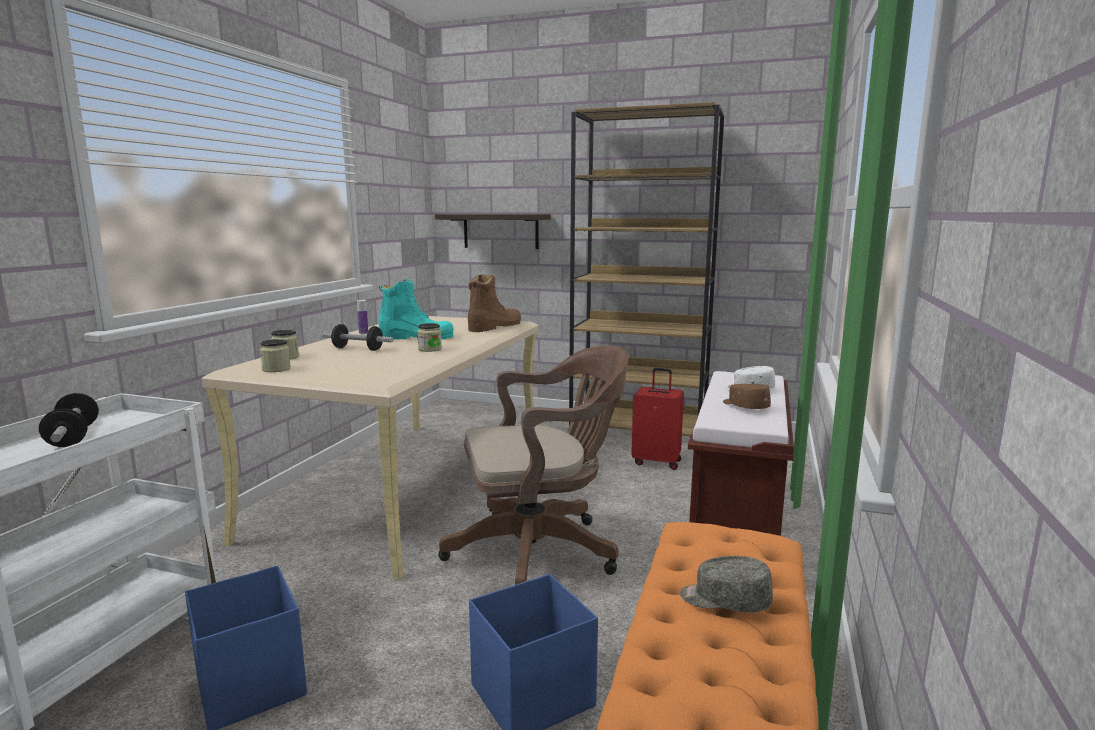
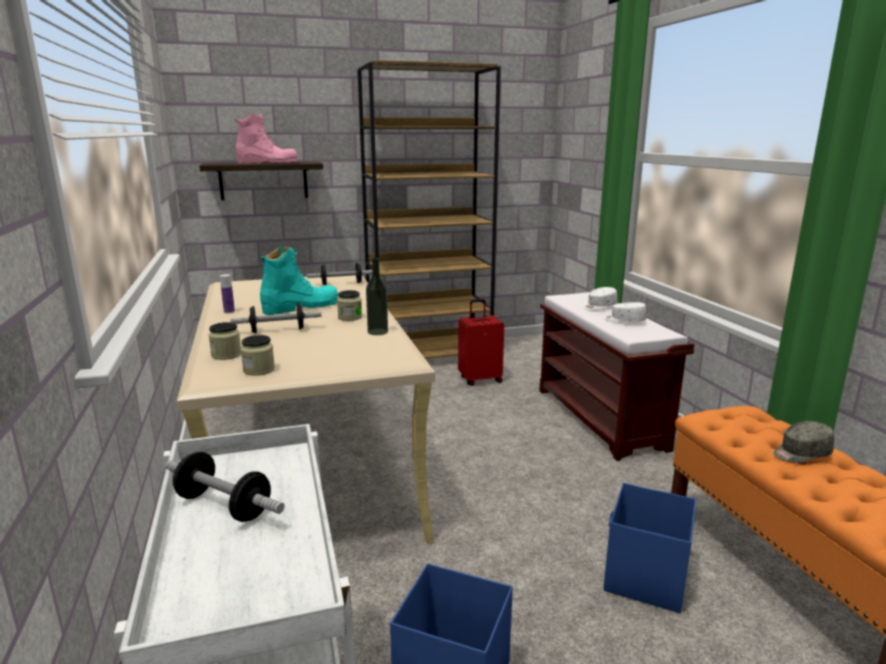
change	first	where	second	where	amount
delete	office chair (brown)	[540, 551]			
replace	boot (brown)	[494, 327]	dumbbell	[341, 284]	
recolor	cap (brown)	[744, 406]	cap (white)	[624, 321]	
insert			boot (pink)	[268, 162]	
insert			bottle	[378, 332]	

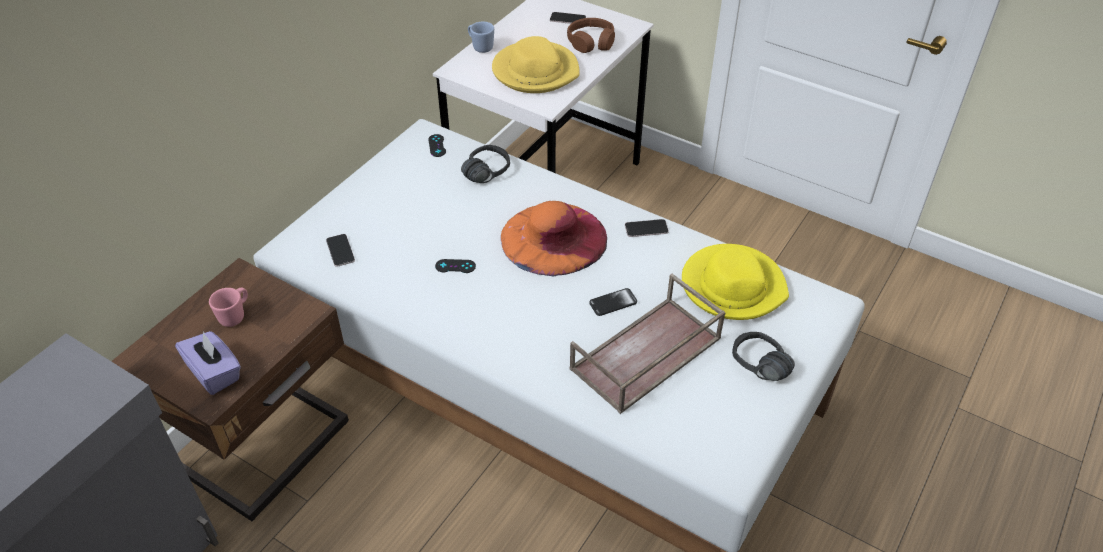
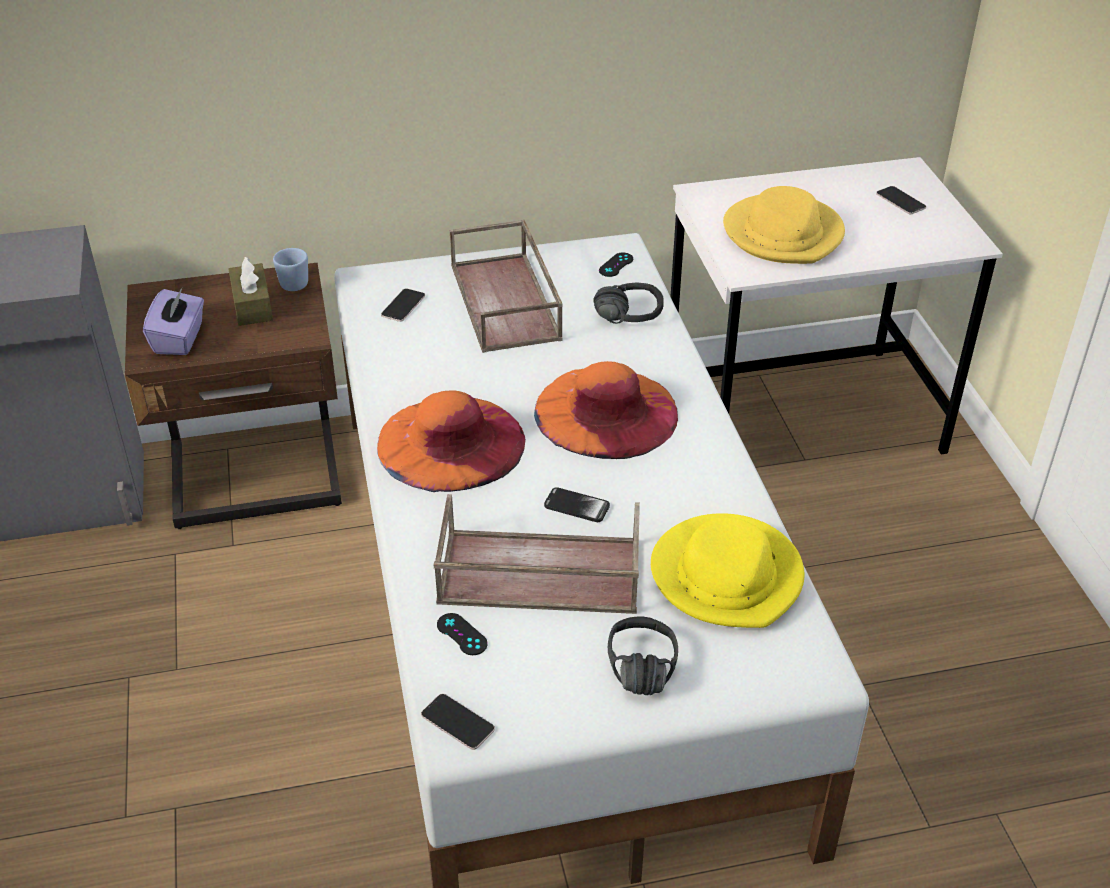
change	first	where	second	where	amount
replace	mug (pink)	[235, 315]	tissue box (brown)	[252, 305]	
move	game controller (black)	[455, 266]		[462, 634]	
move	mug (blue)	[480, 47]		[295, 282]	
delete	headphones (brown)	[591, 42]			
move	phone	[646, 229]		[457, 722]	
insert			hat (orange)	[451, 442]	
insert			tray (brown)	[507, 302]	

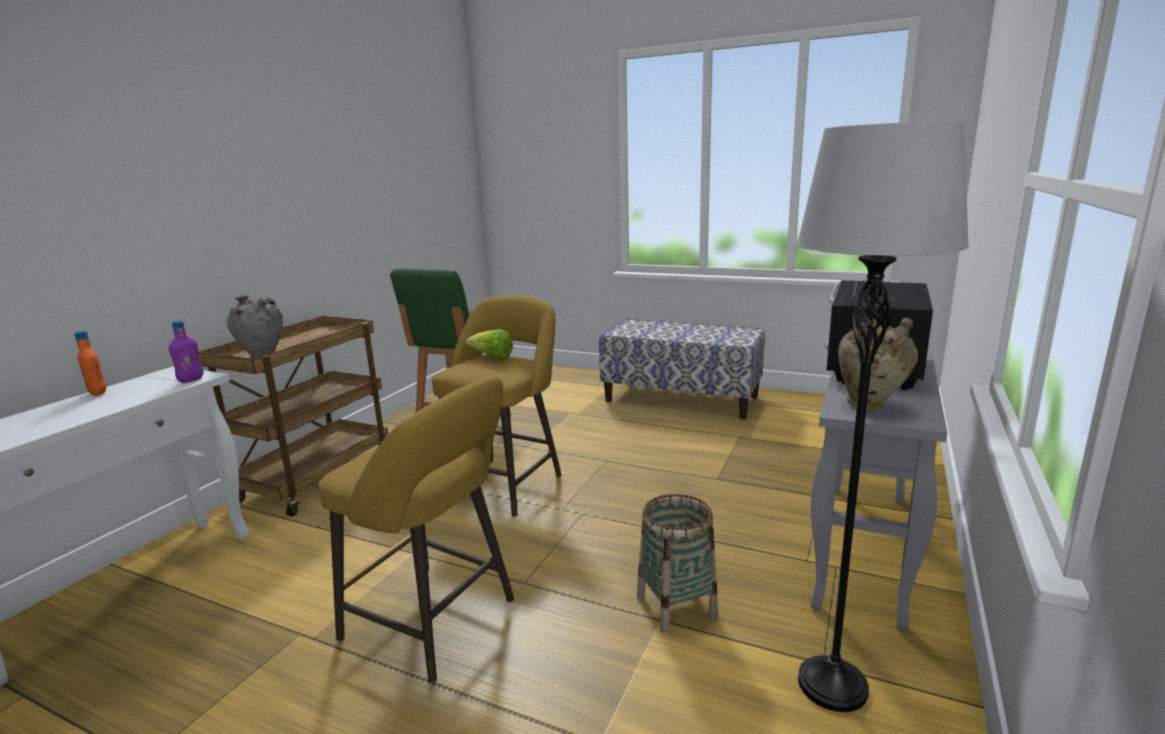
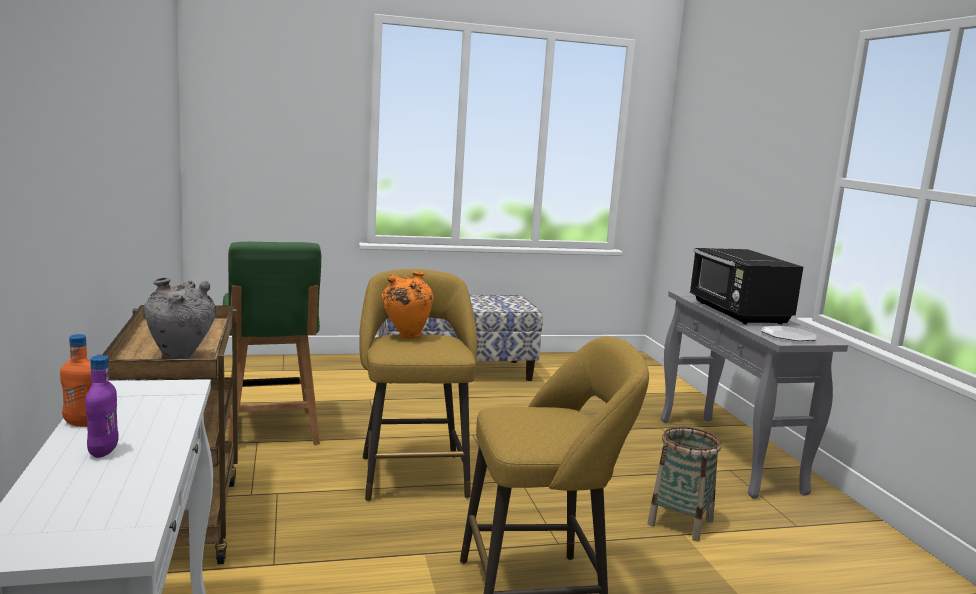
change	first	where	second	where	amount
move	bottle (purple)	[191, 380]		[103, 451]	
replace	lettuce	[492, 357]	vase (orange)	[406, 336]	
delete	floor lamp (grey)	[832, 685]			
replace	vase (beige)	[870, 406]	plate	[788, 335]	

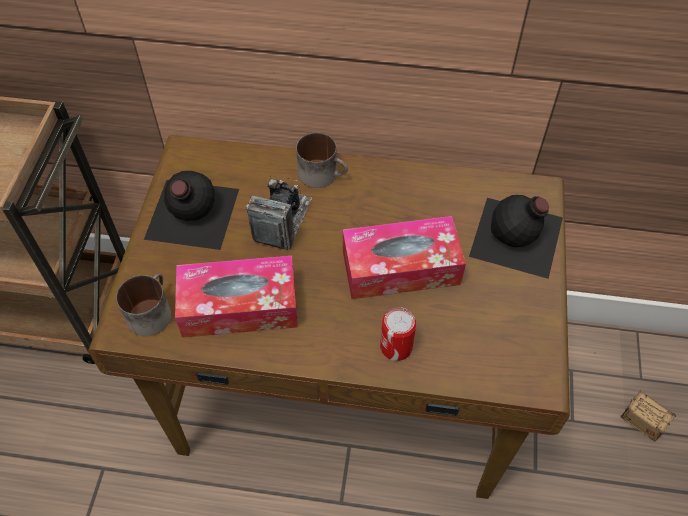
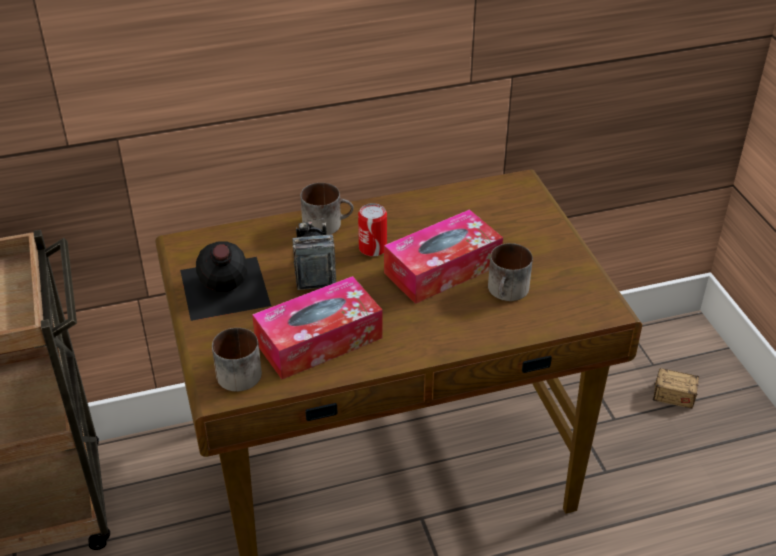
change	first	where	second	where	amount
move	can	[396, 347]		[373, 248]	
delete	bottle (black)	[517, 238]			
insert			mug	[508, 292]	

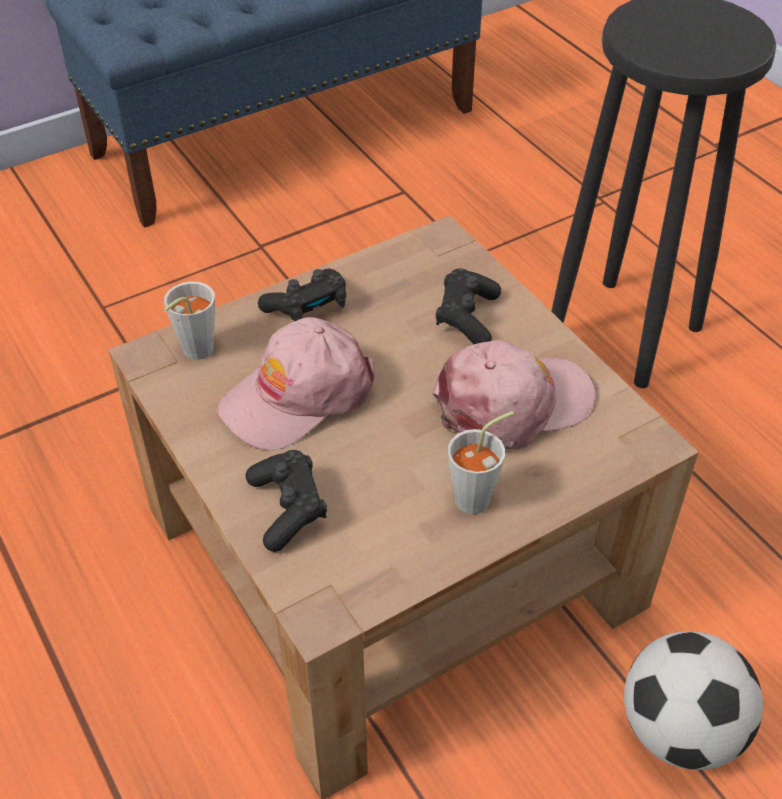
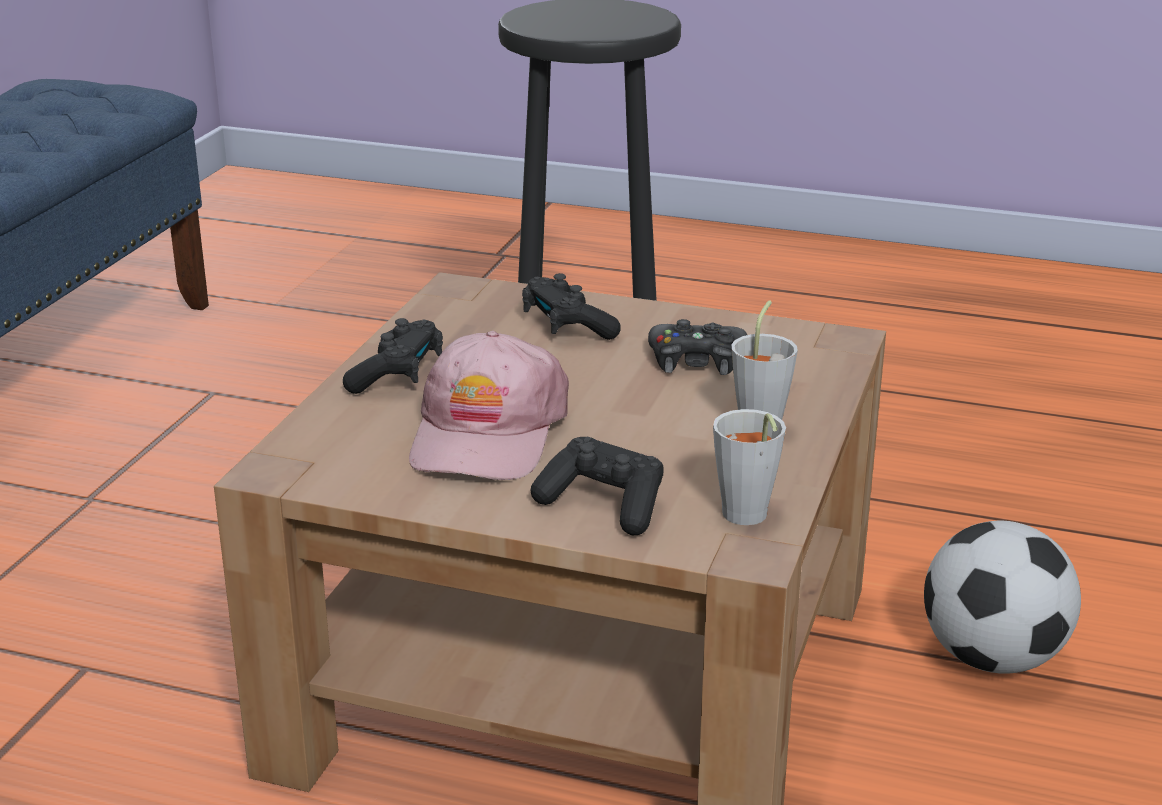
change	first	where	second	where	amount
move	cup (grey)	[193, 353]		[746, 519]	
replace	cap (pink)	[513, 404]	game controller (black)	[697, 361]	

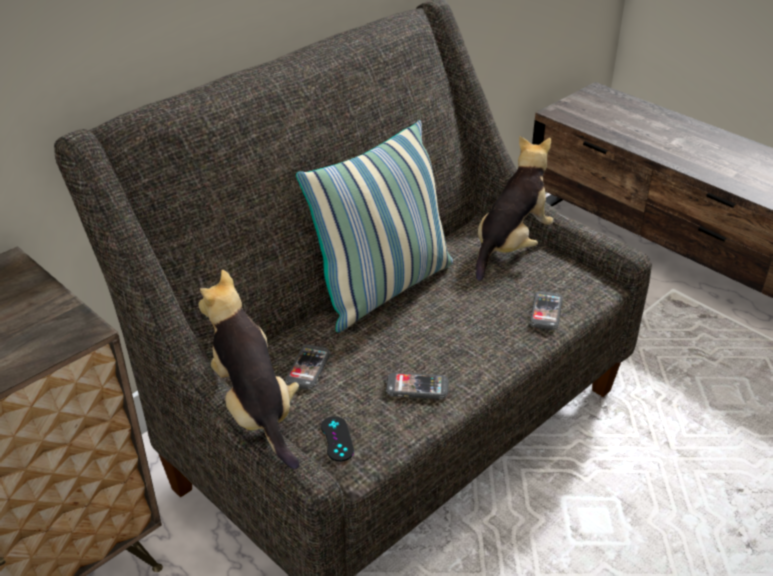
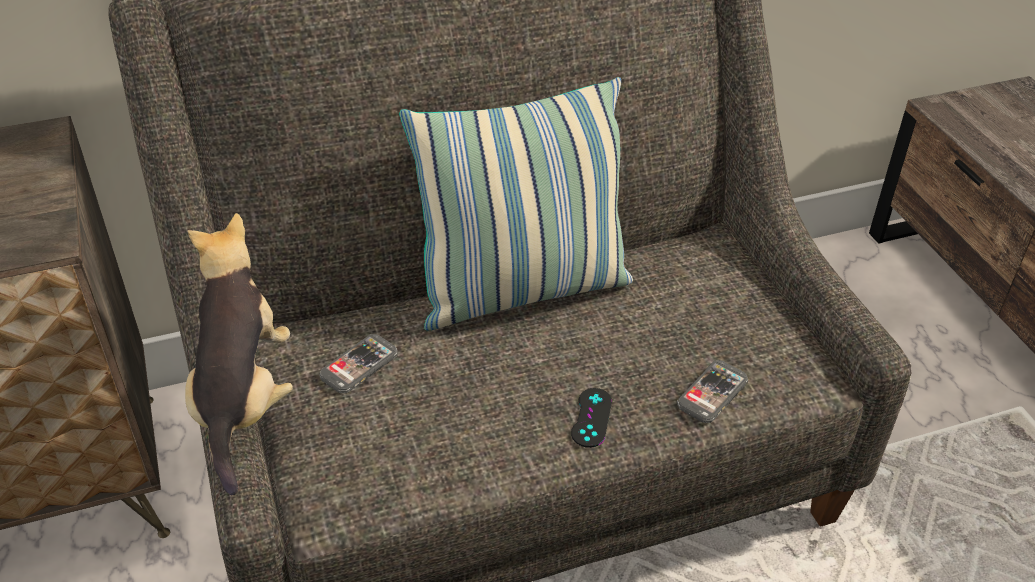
change	first	where	second	where	amount
move	game controller (black)	[337, 439]		[591, 418]	
delete	phone	[417, 387]			
delete	plush toy	[511, 245]			

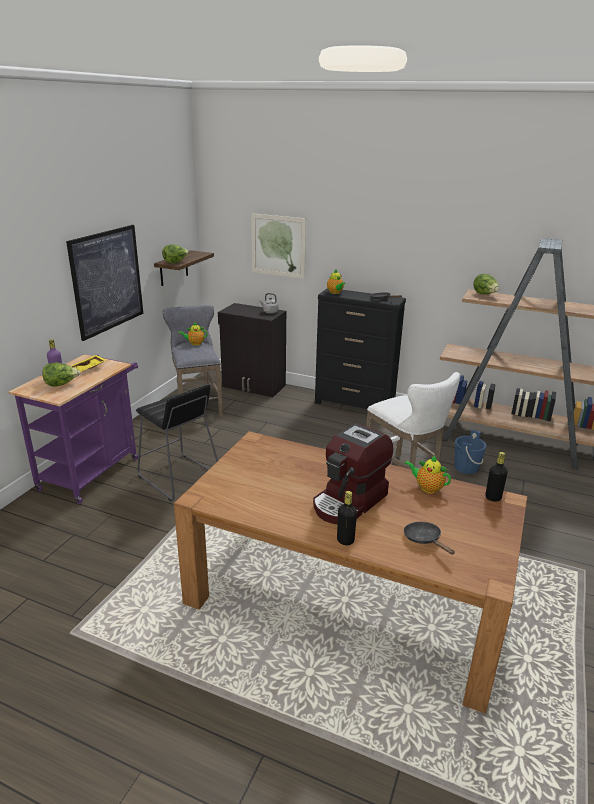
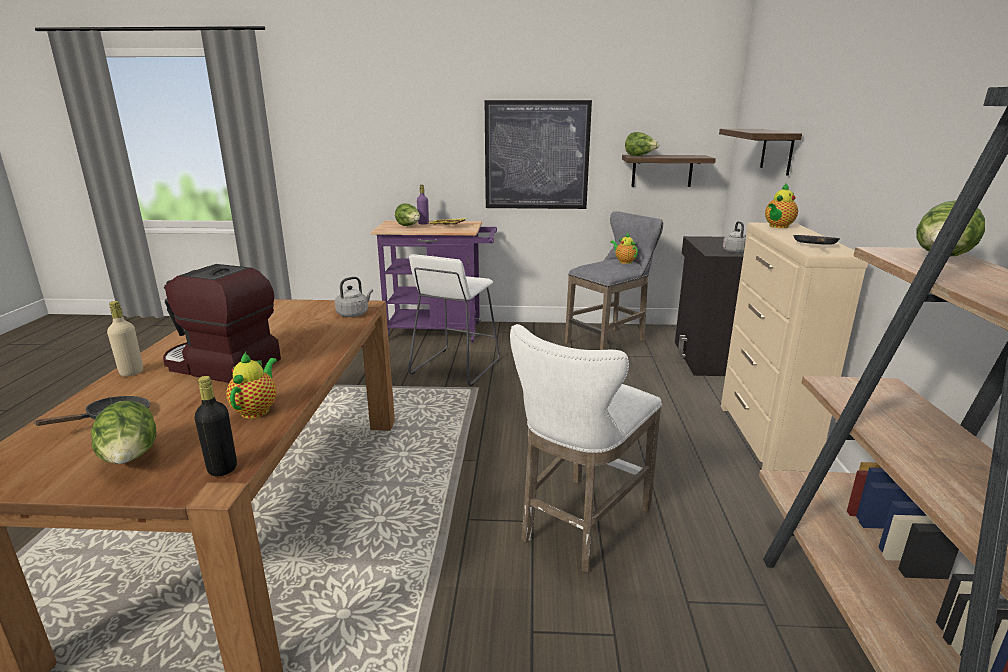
change	first	where	second	where	amount
recolor	stool (black)	[179, 477]	stool (white)	[455, 367]	
replace	picture	[278, 246]	shelf	[777, 151]	
recolor	dresser (black)	[355, 405]	dresser (beige)	[763, 440]	
recolor	bottle (black)	[345, 540]	bottle (beige)	[131, 372]	
delete	bucket (blue)	[466, 467]			
insert			lettuce	[131, 459]	
insert			kettle (grey)	[354, 314]	

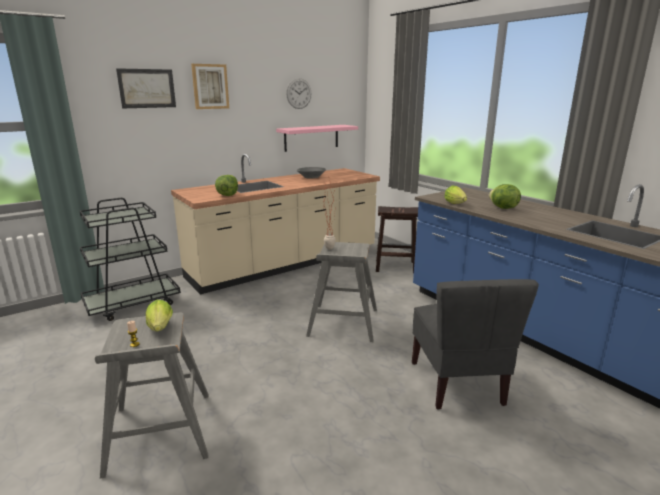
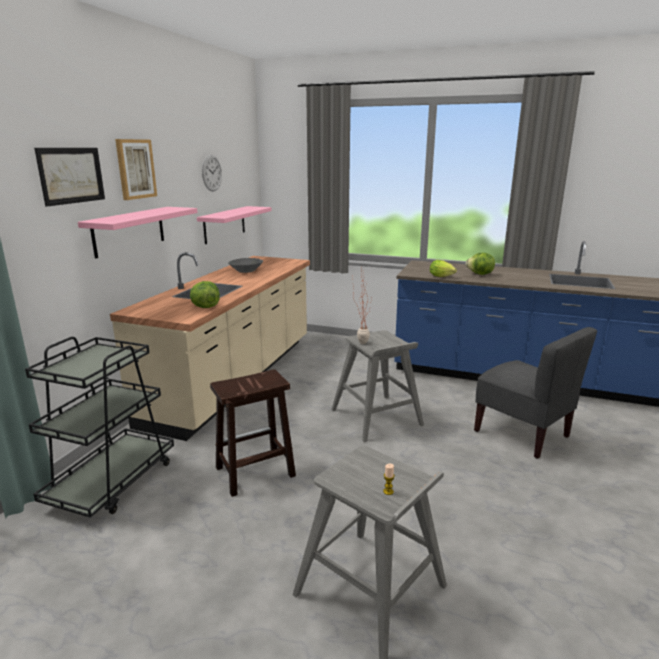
change	first	where	second	where	amount
delete	lettuce	[160, 329]			
move	stool (brown)	[394, 266]		[254, 472]	
insert			shelf (pink)	[129, 231]	

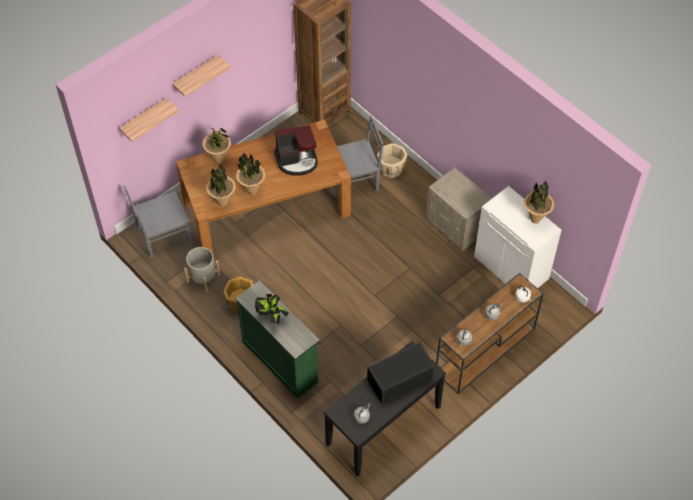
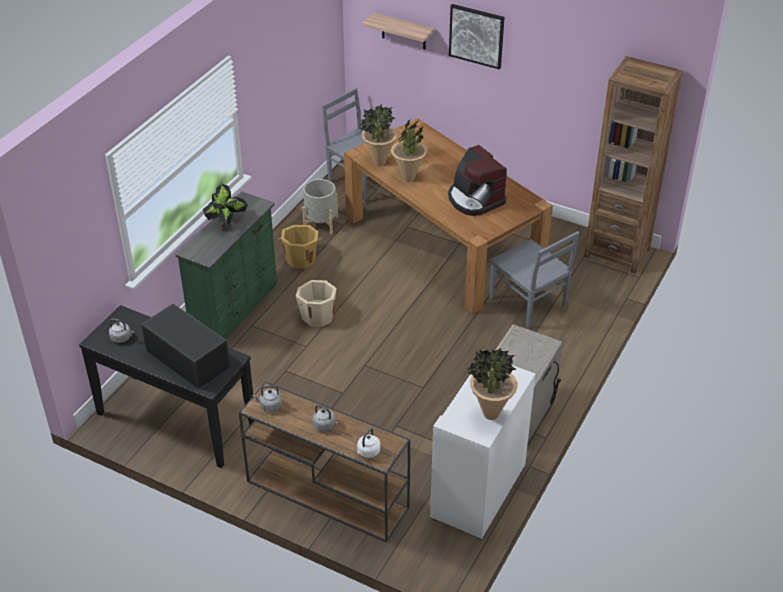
change	first	where	second	where	amount
replace	shelf	[196, 76]	picture	[476, 35]	
delete	potted plant	[219, 159]			
move	bucket (beige)	[391, 169]		[317, 316]	

